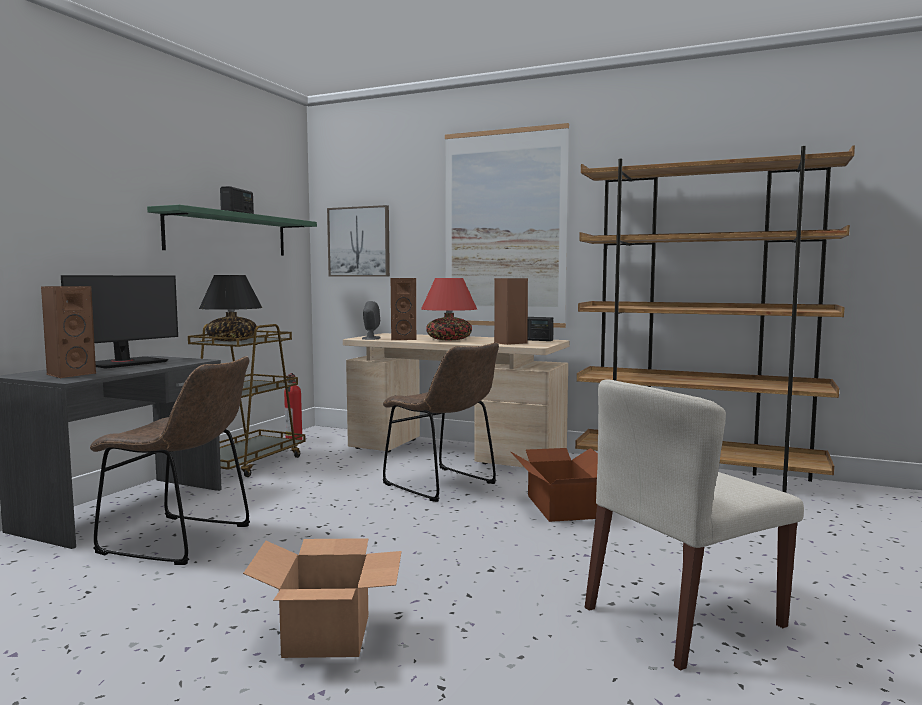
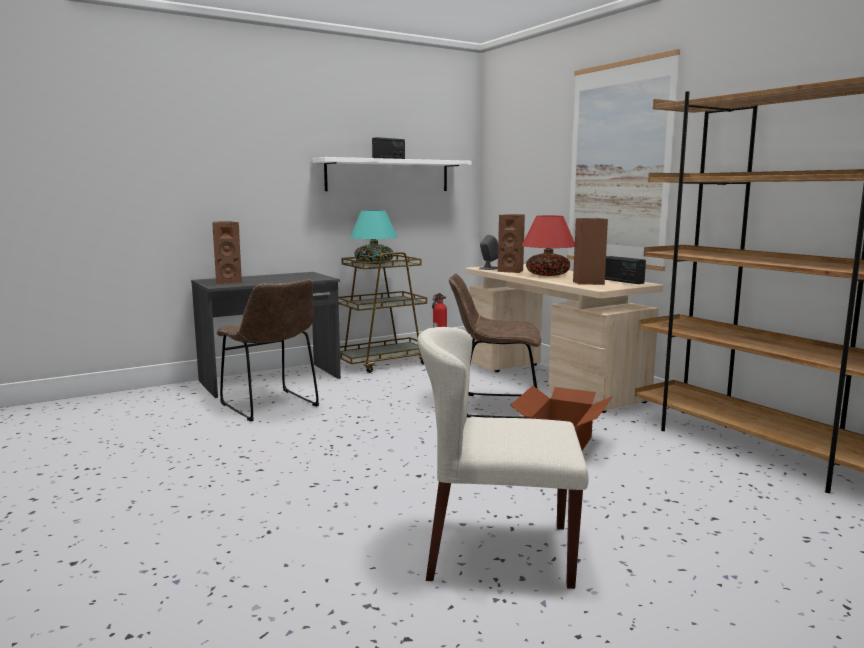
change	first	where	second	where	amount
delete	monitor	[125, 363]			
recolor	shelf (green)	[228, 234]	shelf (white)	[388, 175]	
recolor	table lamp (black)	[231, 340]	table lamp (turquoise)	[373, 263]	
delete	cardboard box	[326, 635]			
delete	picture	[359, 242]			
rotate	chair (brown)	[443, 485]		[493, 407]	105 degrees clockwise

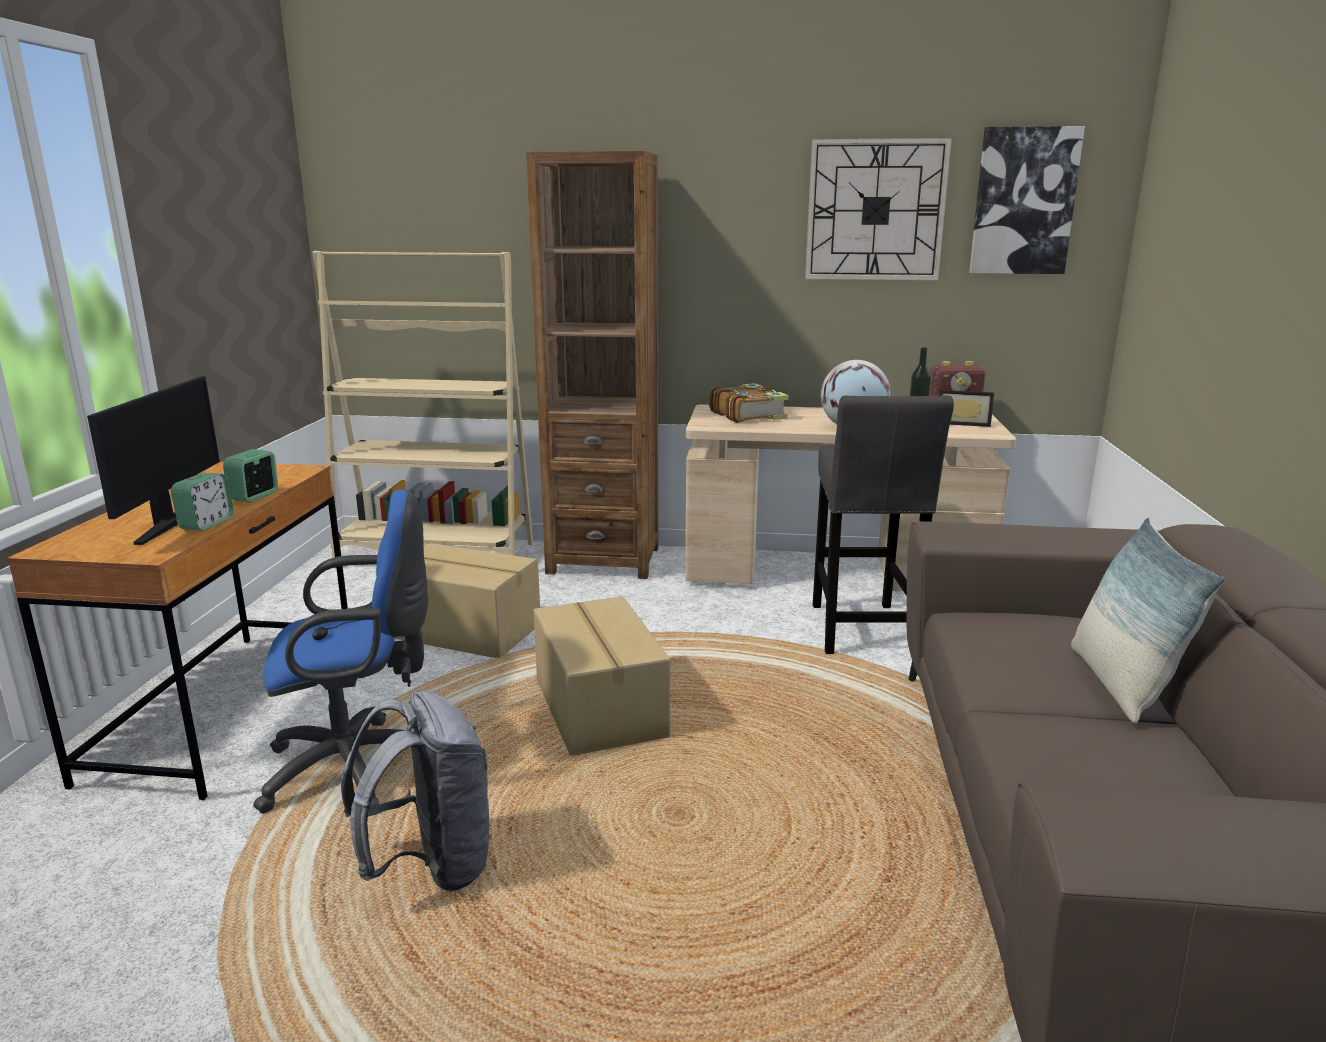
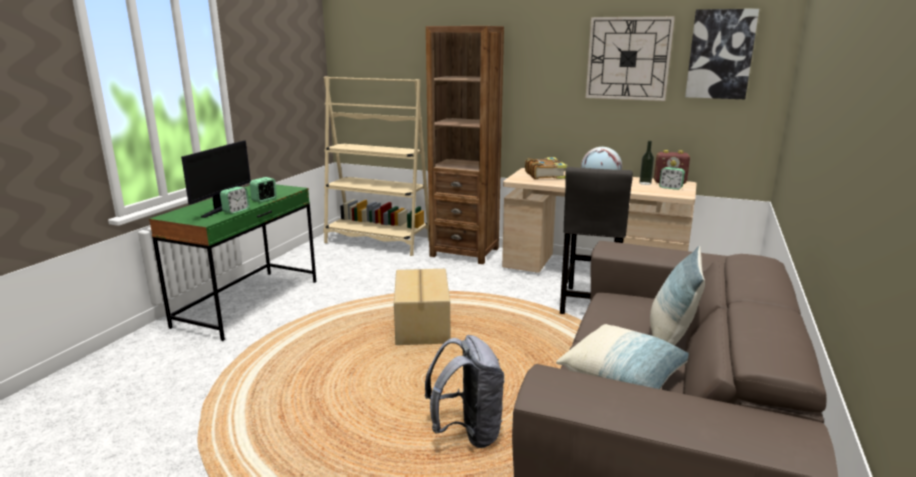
change	first	where	second	where	amount
recolor	desk (brown)	[229, 708]	desk (green)	[249, 303]	
delete	office chair (blue)	[359, 768]			
move	backpack (grey)	[431, 866]		[467, 432]	
delete	cardboard box	[465, 630]			
replace	picture frame	[962, 423]	alarm clock	[670, 188]	
insert			pillow	[624, 376]	

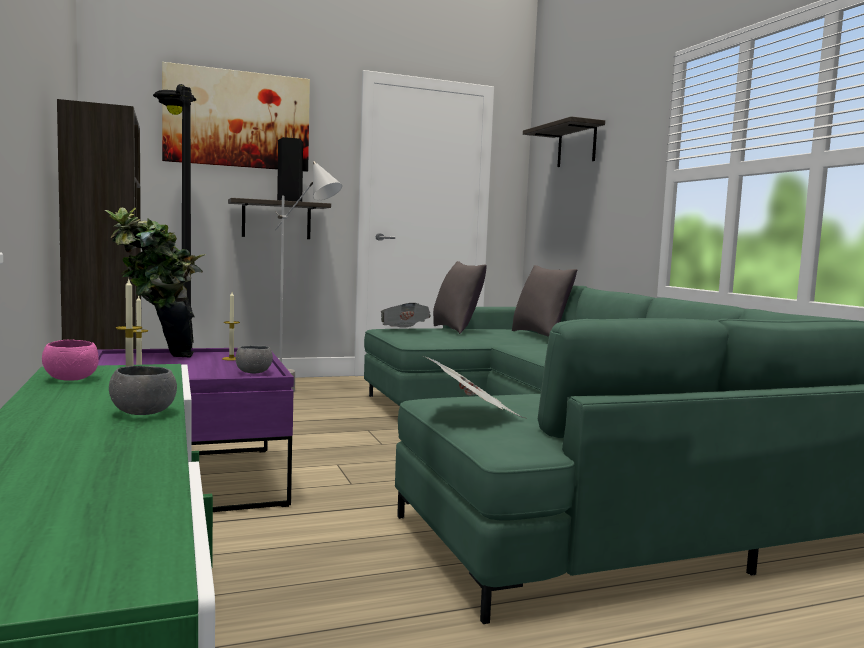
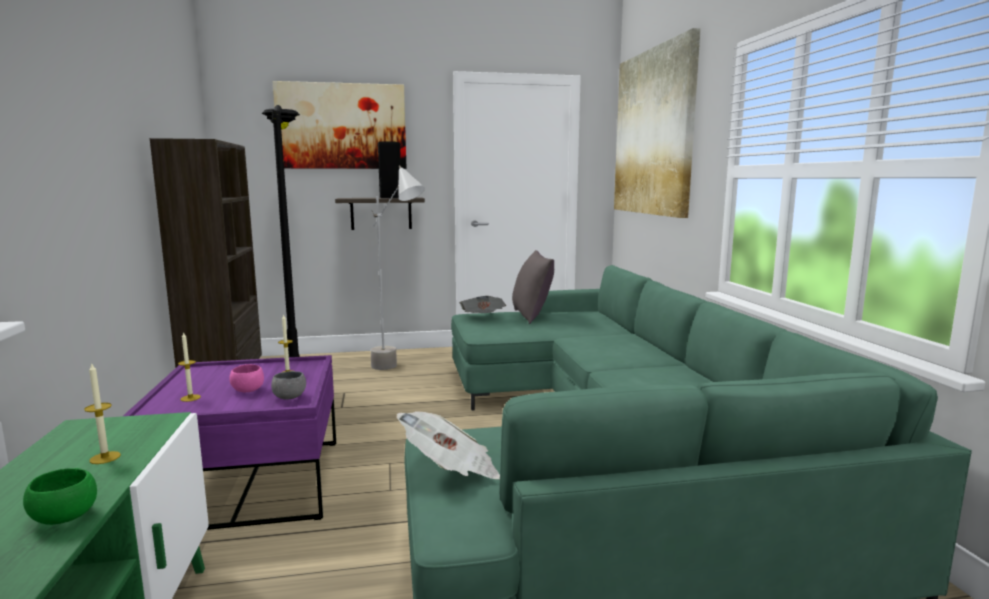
change	first	where	second	where	amount
move	bowl (pink)	[71, 379]		[248, 390]	
delete	potted plant	[156, 356]			
recolor	bowl (grey)	[143, 413]	bowl (green)	[64, 517]	
delete	pillow (grey)	[540, 335]			
replace	shelf	[577, 145]	picture	[653, 133]	

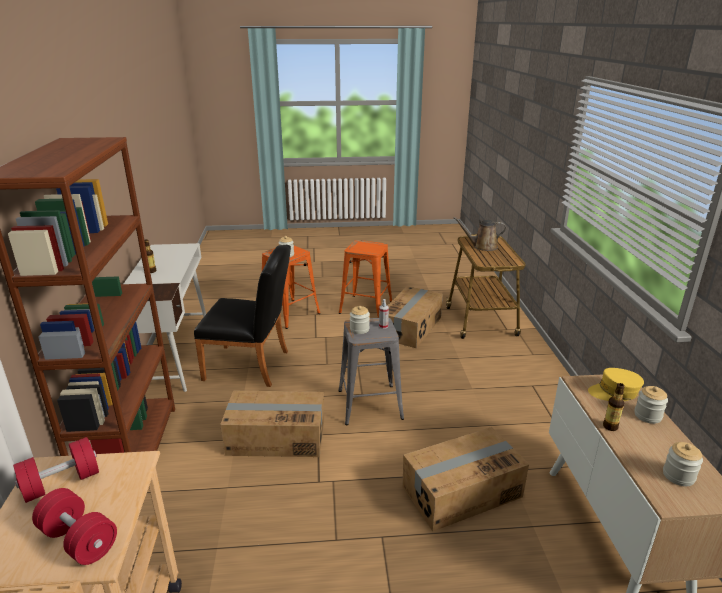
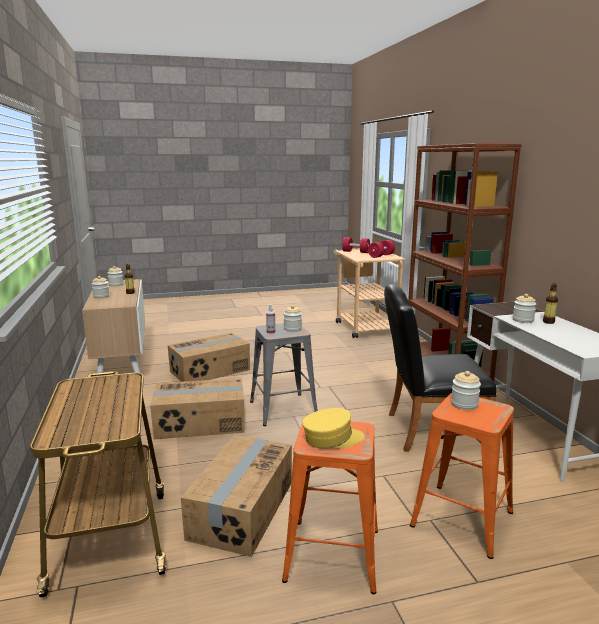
change	first	where	second	where	amount
move	cardboard box	[276, 437]		[200, 423]	
delete	watering can (brown)	[482, 247]			
move	cap (yellow)	[614, 392]		[332, 438]	
insert			jar	[523, 320]	

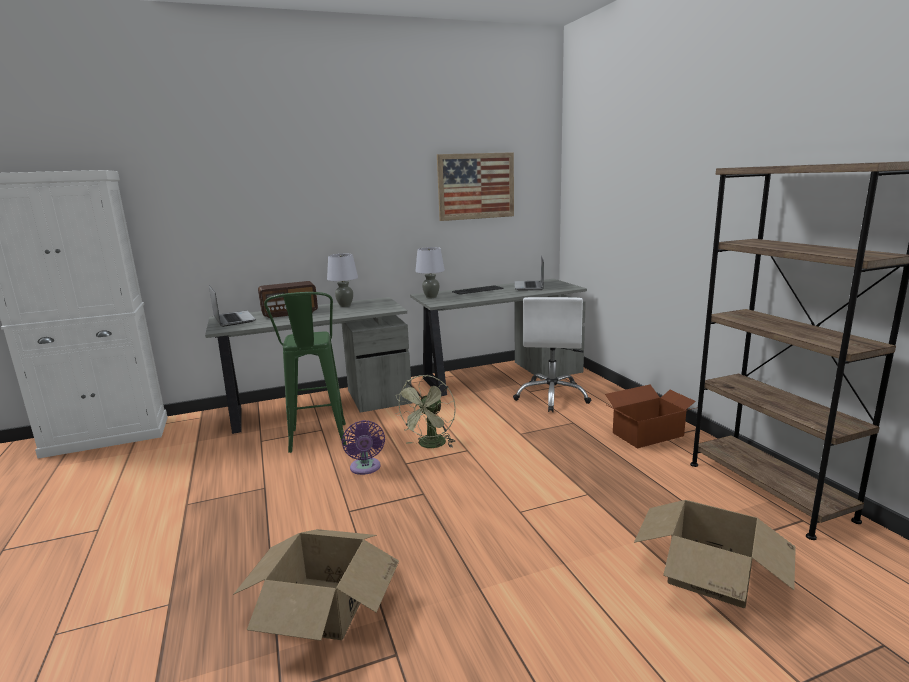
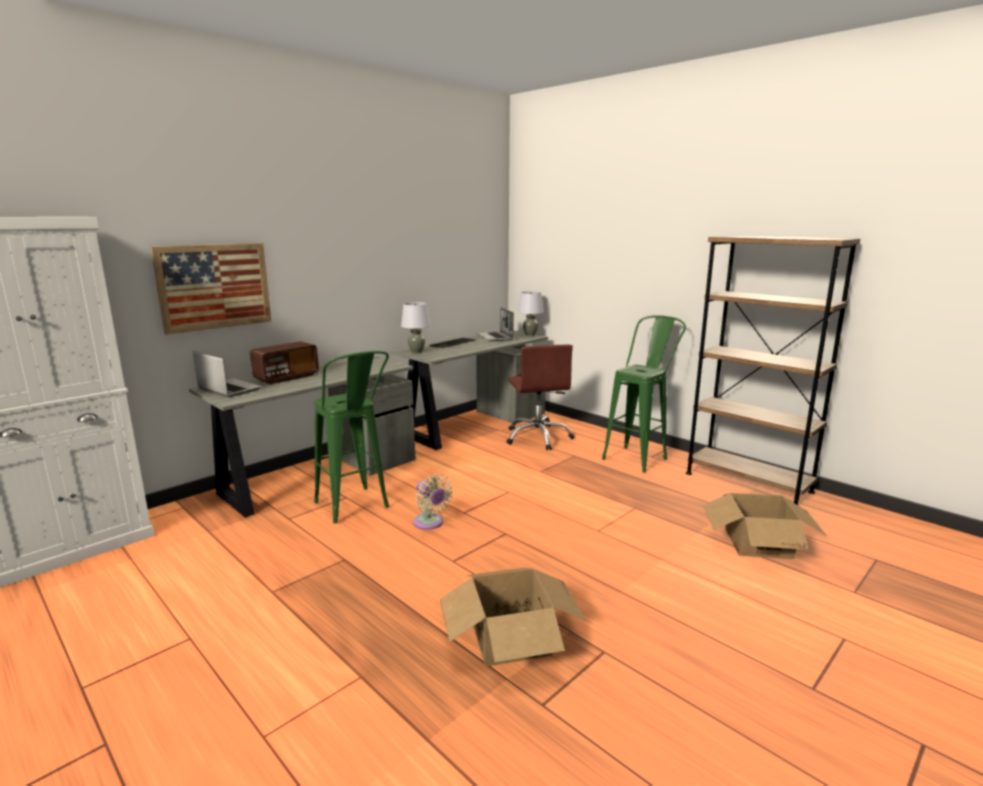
change	first	where	second	where	amount
move	table lamp (grey)	[345, 305]		[530, 335]	
recolor	fan (purple)	[365, 468]	fan (beige)	[430, 523]	
delete	fan (green)	[430, 445]			
move	picture	[476, 186]		[214, 286]	
recolor	office chair (white)	[552, 397]	office chair (brown)	[538, 437]	
replace	cardboard box	[648, 434]	stool (green)	[639, 456]	

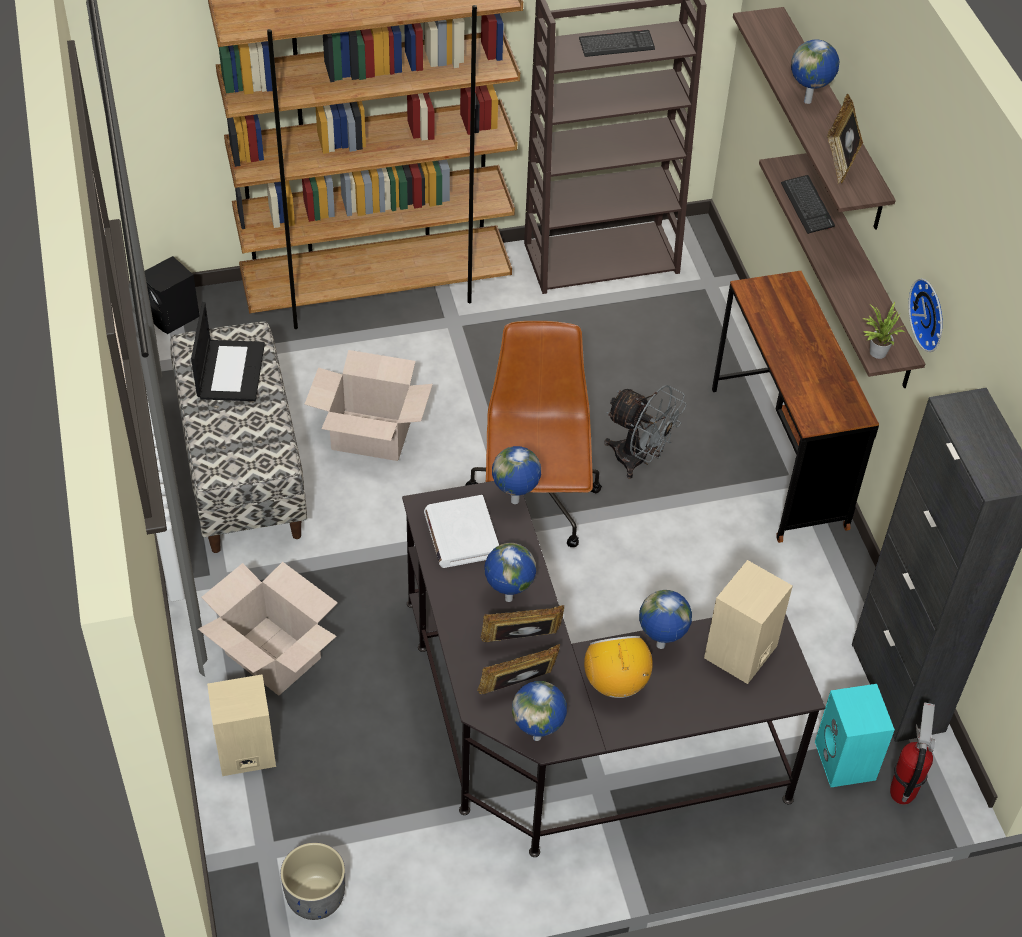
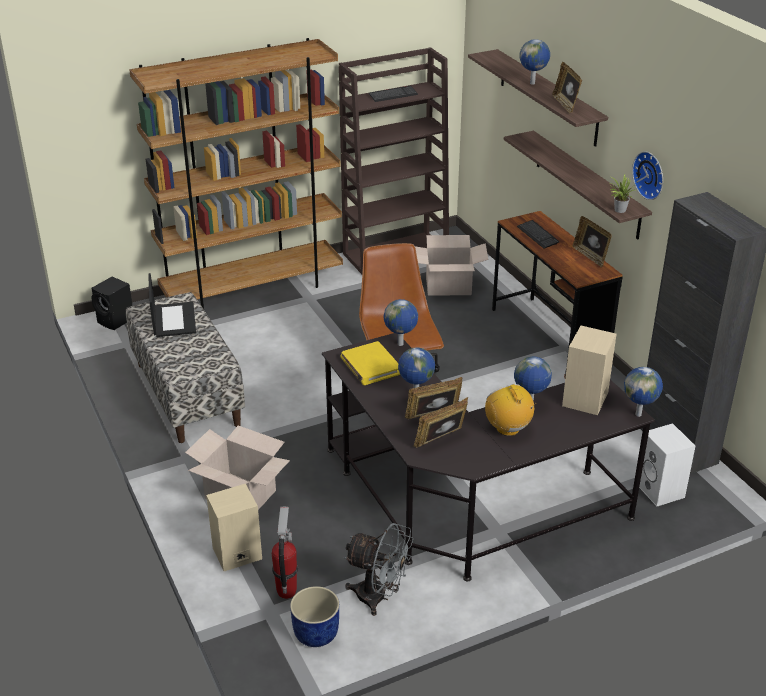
change	first	where	second	where	amount
recolor	planter (grey)	[316, 898]	planter (blue)	[316, 634]	
move	cardboard box	[371, 435]		[448, 286]	
recolor	book (white)	[461, 534]	book (yellow)	[370, 366]	
move	globe	[538, 737]		[639, 414]	
move	fan (grey)	[639, 460]		[379, 597]	
move	keyboard	[807, 206]		[537, 235]	
recolor	speaker (turquoise)	[846, 762]	speaker (white)	[661, 490]	
move	fire extinguisher	[902, 793]		[286, 591]	
insert			picture frame	[590, 256]	

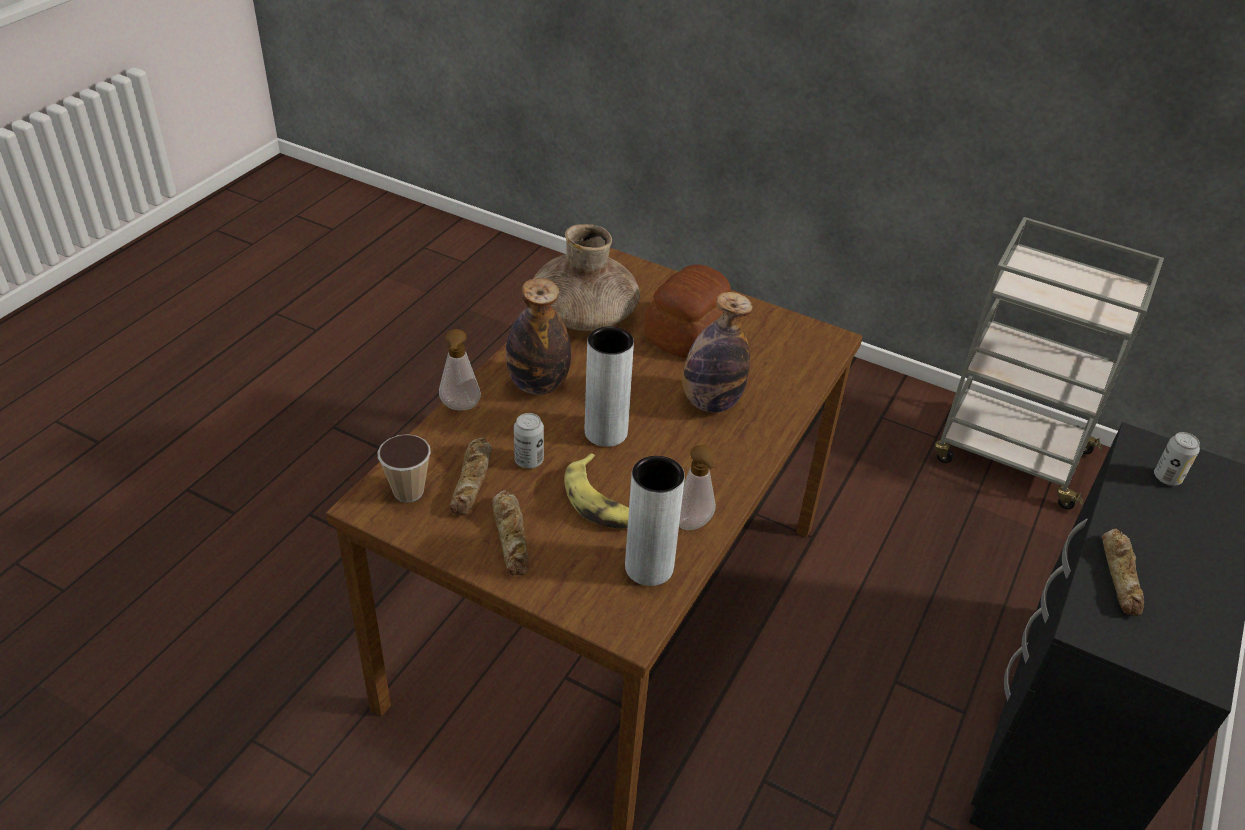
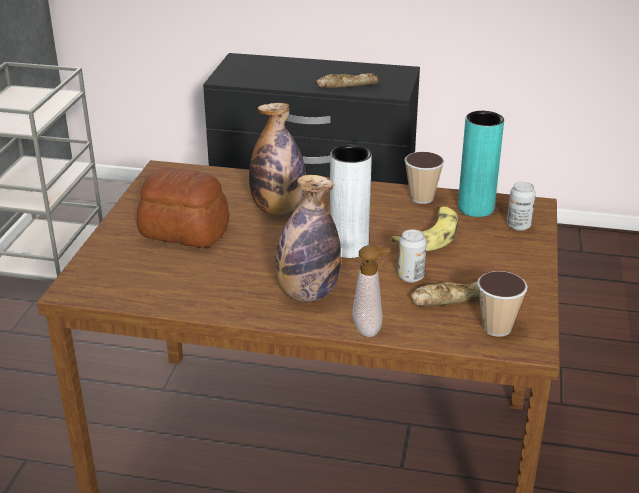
change	first	where	second	where	amount
delete	bread	[511, 537]			
delete	vase (brown)	[584, 315]			
recolor	vase (grey)	[649, 567]	vase (turquoise)	[475, 208]	
replace	soap dispenser	[694, 525]	cup	[421, 198]	
move	can	[1167, 477]		[518, 226]	

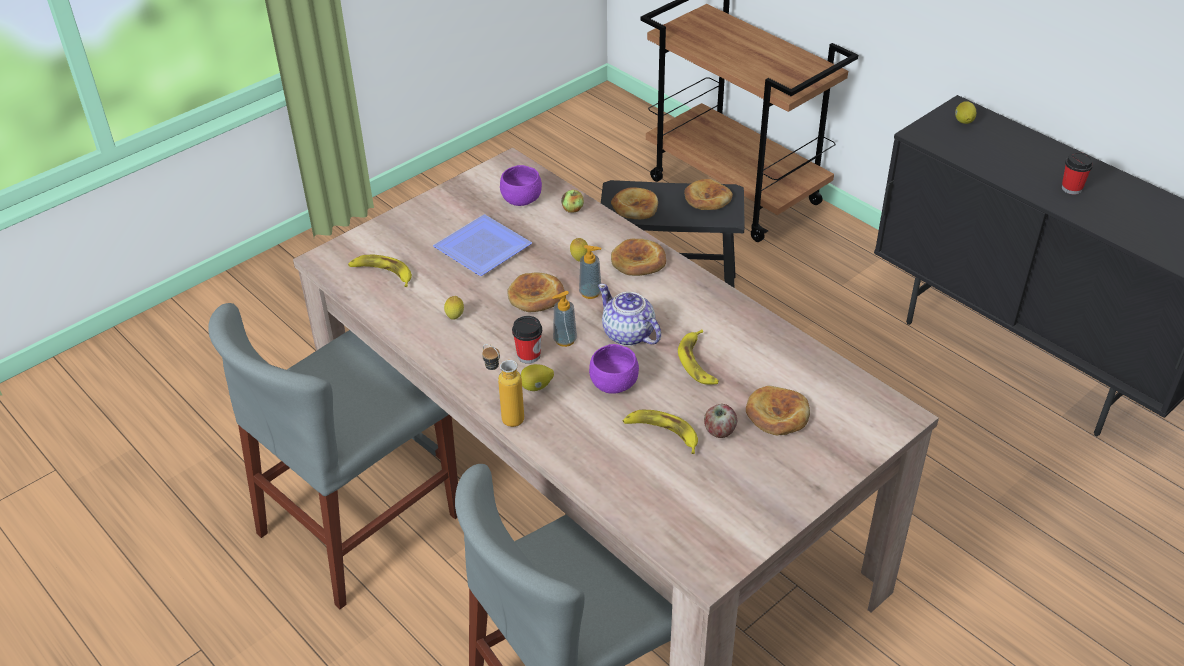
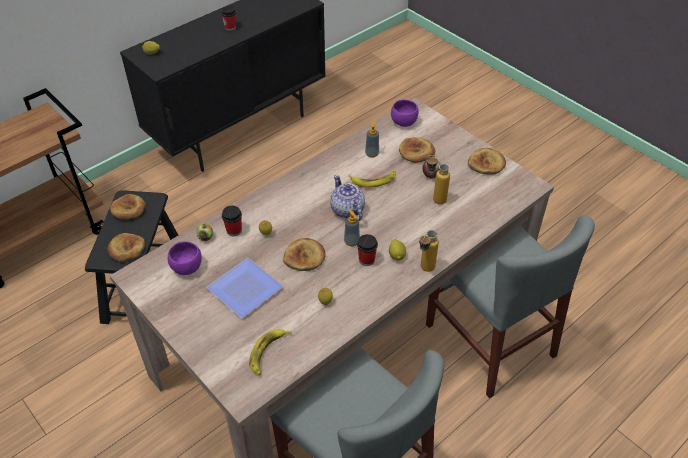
change	first	where	second	where	amount
move	soap dispenser	[590, 293]		[372, 153]	
move	bowl (purple)	[614, 384]		[403, 122]	
rotate	teapot	[628, 334]		[347, 210]	105 degrees clockwise
move	bread	[638, 261]		[486, 163]	
replace	banana	[662, 433]	bottle	[434, 198]	
insert			cup	[234, 230]	

